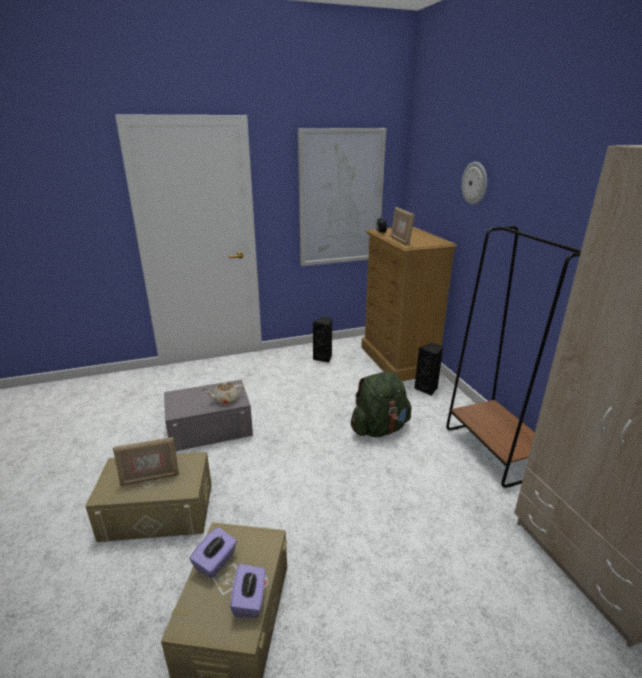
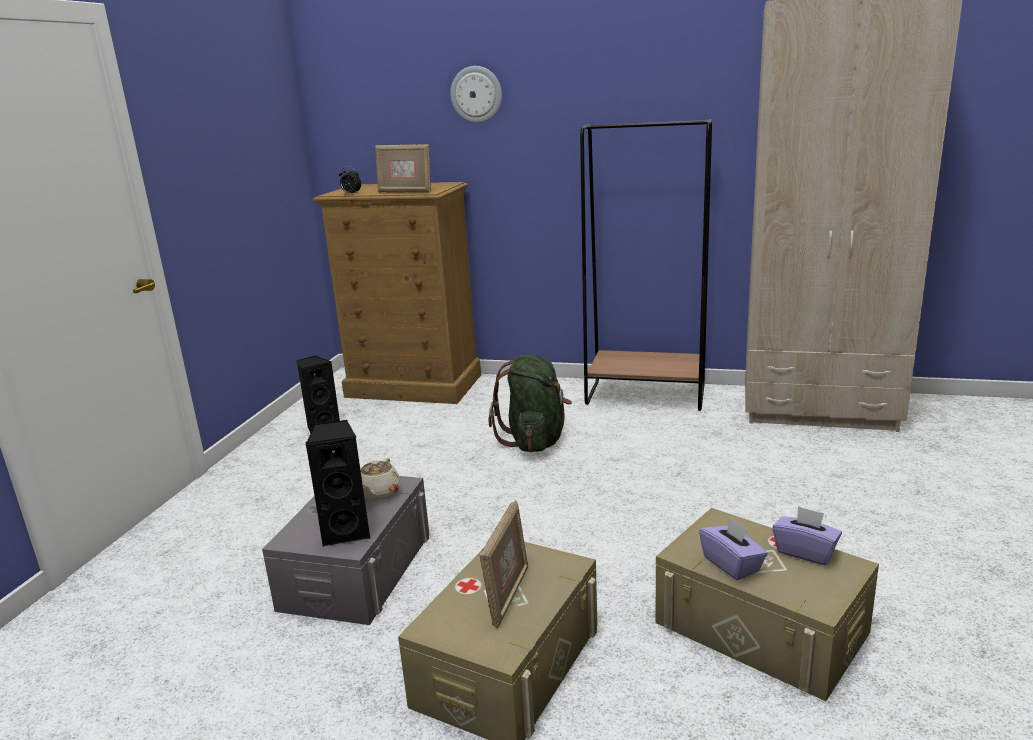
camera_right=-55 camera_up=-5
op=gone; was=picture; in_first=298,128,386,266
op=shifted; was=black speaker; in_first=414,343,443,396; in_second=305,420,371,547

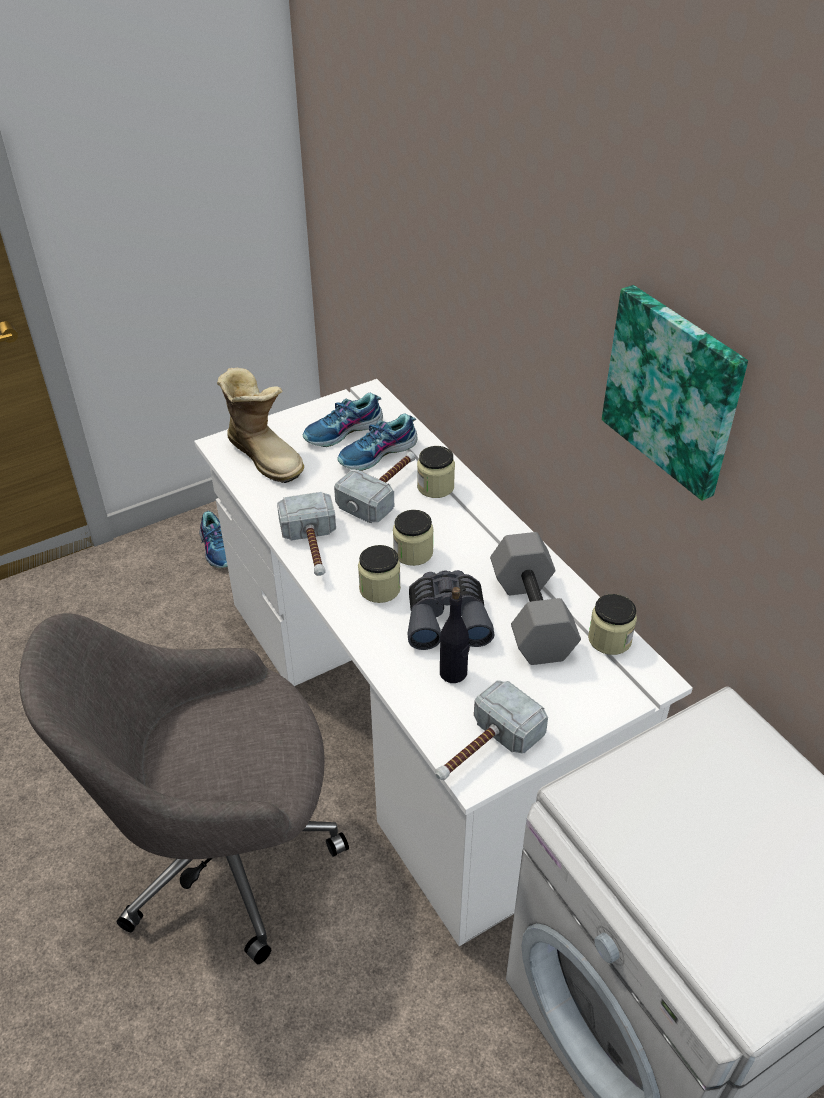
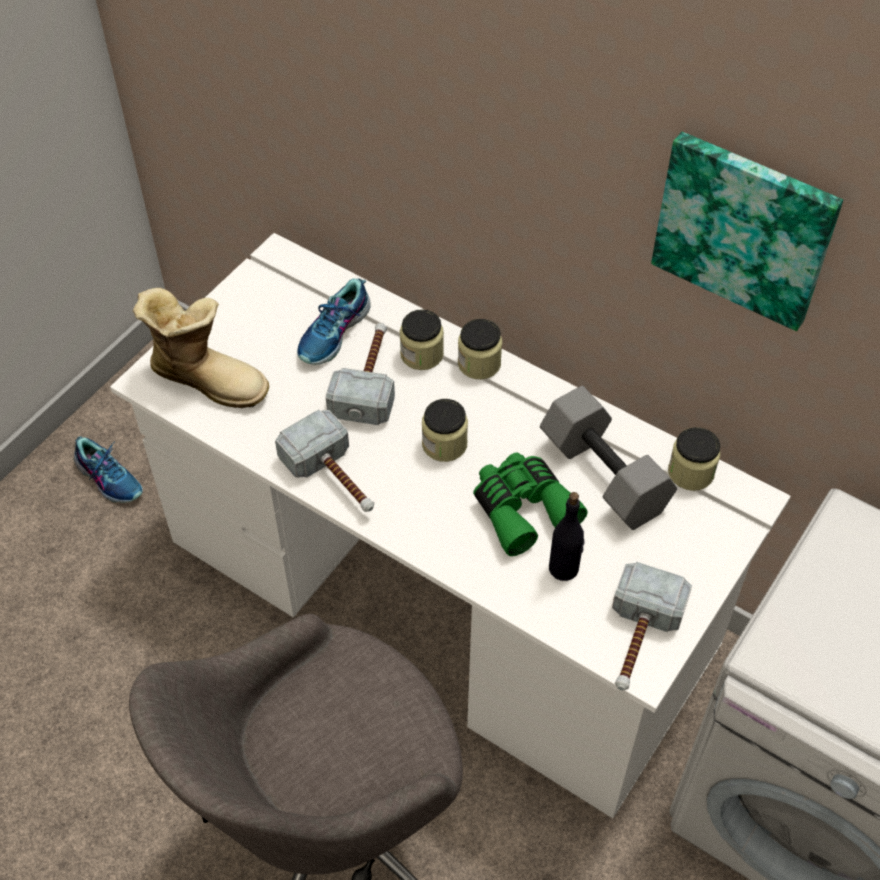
camera_right=-25 camera_up=10
op=gone; was=shoe; in_first=303,393,383,447
op=shifted; was=jar; in_first=358,545,401,603; in_second=458,319,502,379
op=repainted; was=grey binoculars; now=green binoculars; in_first=407,570,494,650; in_second=473,452,588,556

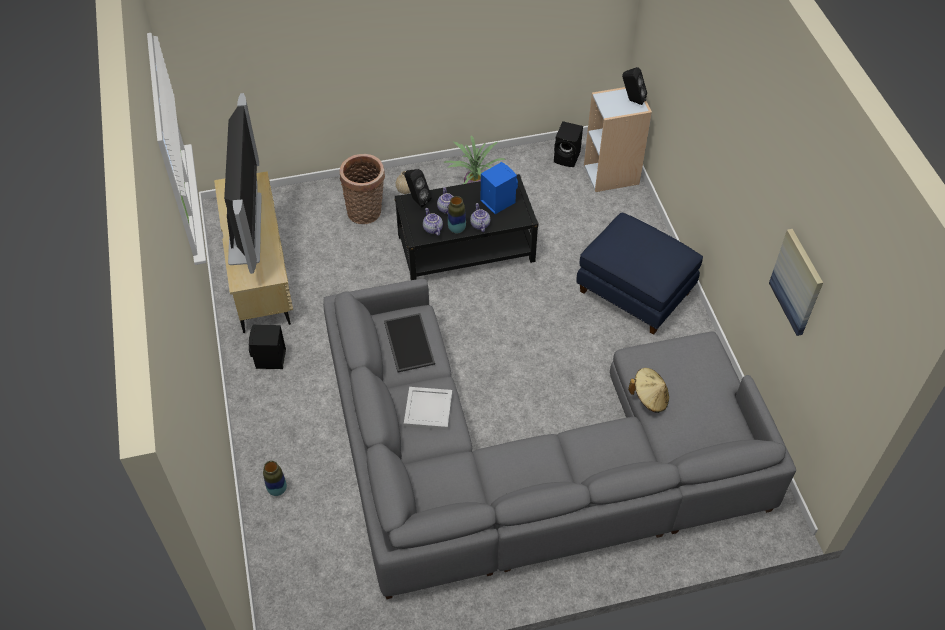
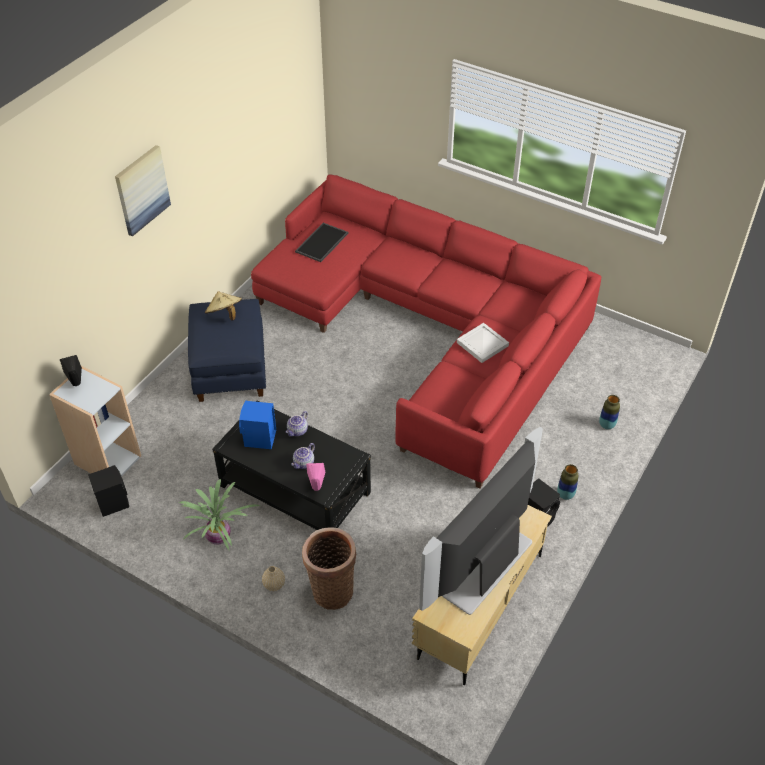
camera_right=-135 camera_up=-5
op=repainted; was=black speaker; now=pink speaker; in_first=404,169,432,208; in_second=306,463,325,491
op=shifted; was=vase; in_first=448,196,466,233; in_second=557,464,578,500
op=gone; was=teapot; in_first=423,208,443,236
op=shifted; was=picture; in_first=769,229,823,336; in_second=115,145,171,237
op=repainted; was=grey sofa; now=red sofa; in_first=323,279,796,599; in_second=251,174,601,488
op=shifted; was=tray; in_first=384,313,435,373; in_second=295,223,349,262
op=shifted; was=beige hat; in_first=628,368,669,413; in_second=205,291,242,320

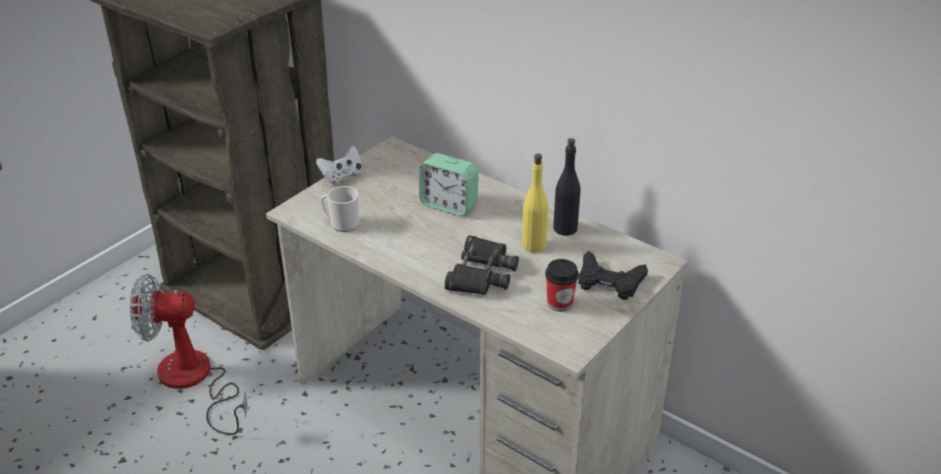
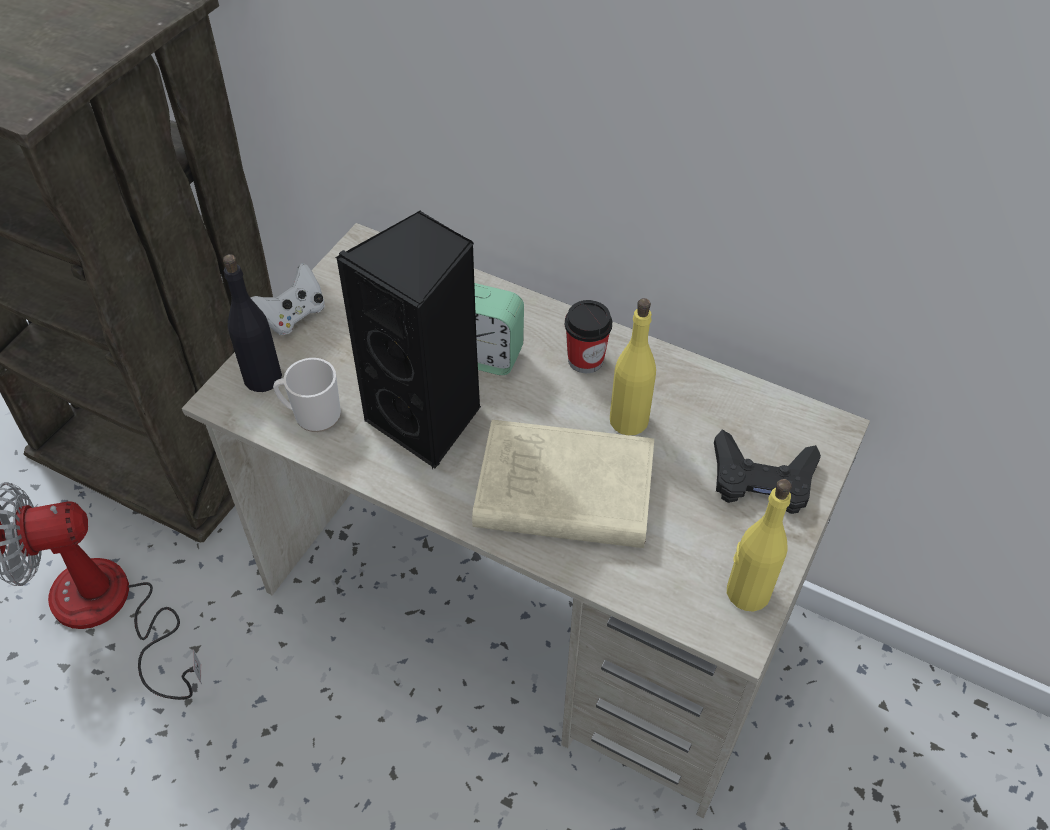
camera_right=-10 camera_up=15
op=shifted; was=black bottle; in_first=553,138,581,236; in_second=223,254,282,392
op=swapped; was=black binoculars; now=beige book; in_first=444,235,519,295; in_second=472,420,654,548
op=shifted; was=cup; in_first=545,259,579,312; in_second=565,300,612,373
op=new; now=black speaker; in_second=335,210,481,469
op=new; now=yellow bottle; in_second=727,479,792,612

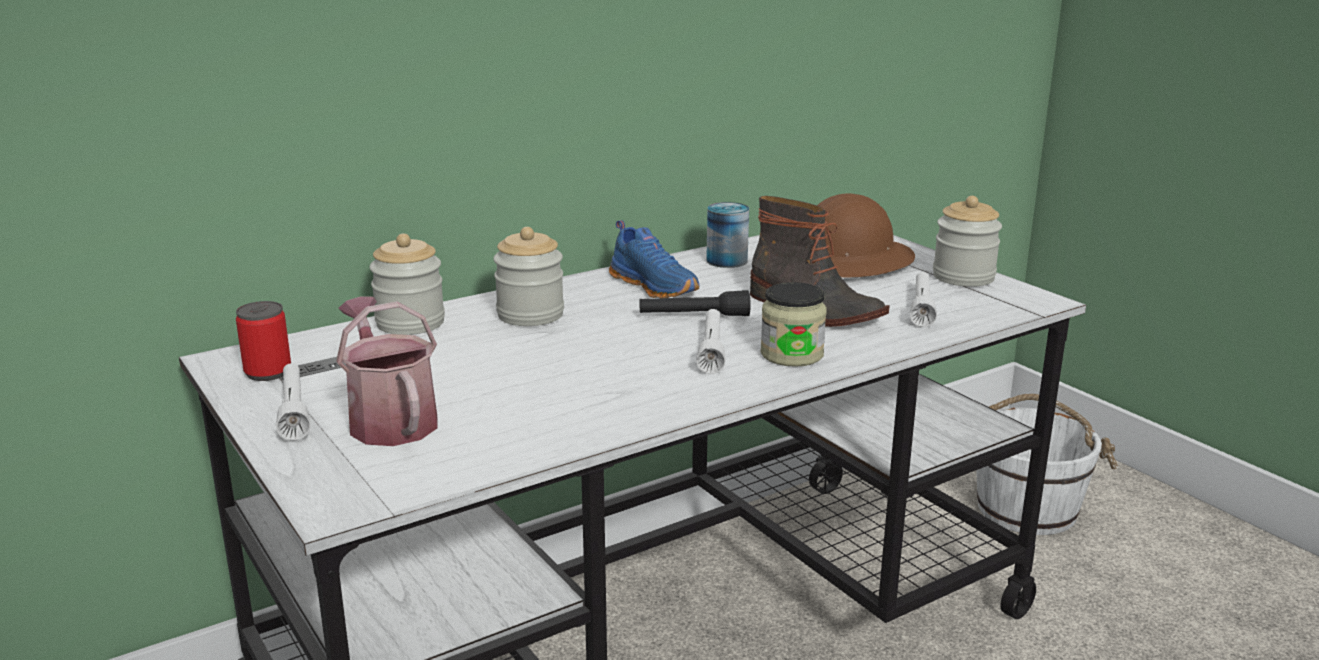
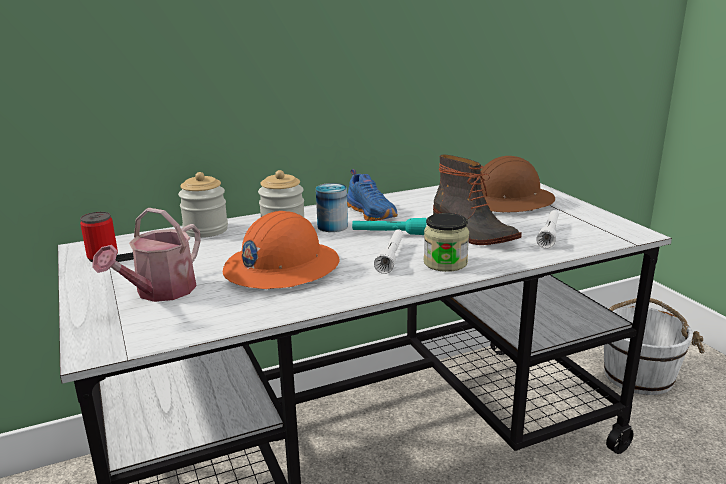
camera_right=10 camera_up=0
op=gone; was=jar; in_first=933,196,1002,287
op=shifted; was=can; in_first=706,202,749,268; in_second=316,183,348,232
op=repainted; was=black flashlight; now=turquoise flashlight; in_first=639,290,751,316; in_second=352,218,426,235
op=rotated; was=watering can; in_first=336,297,437,446; in_second=92,208,201,302; clockwise=-135
op=gone; was=white flashlight; in_first=276,363,311,441
op=new; now=orange hard hat; in_second=223,211,339,289

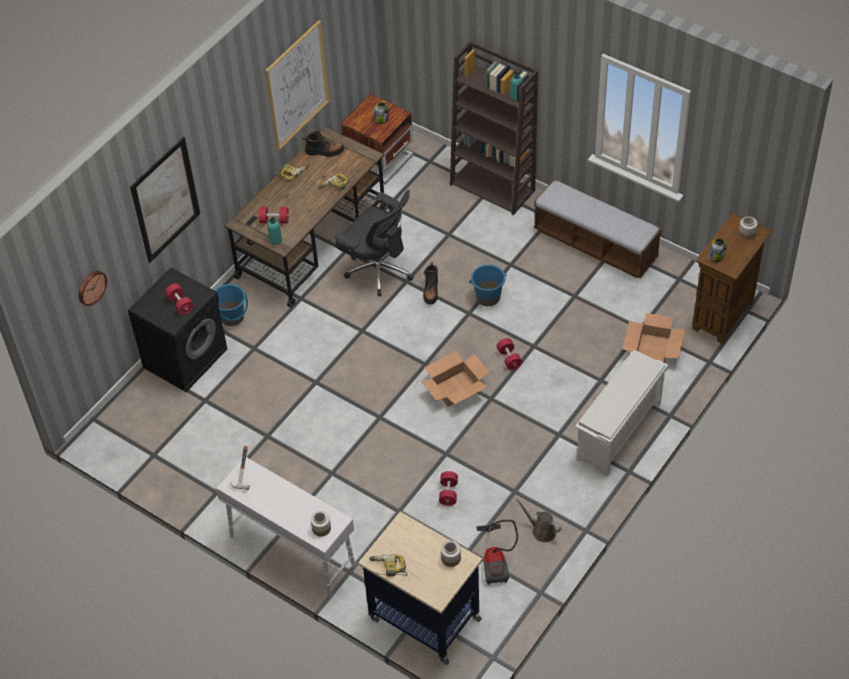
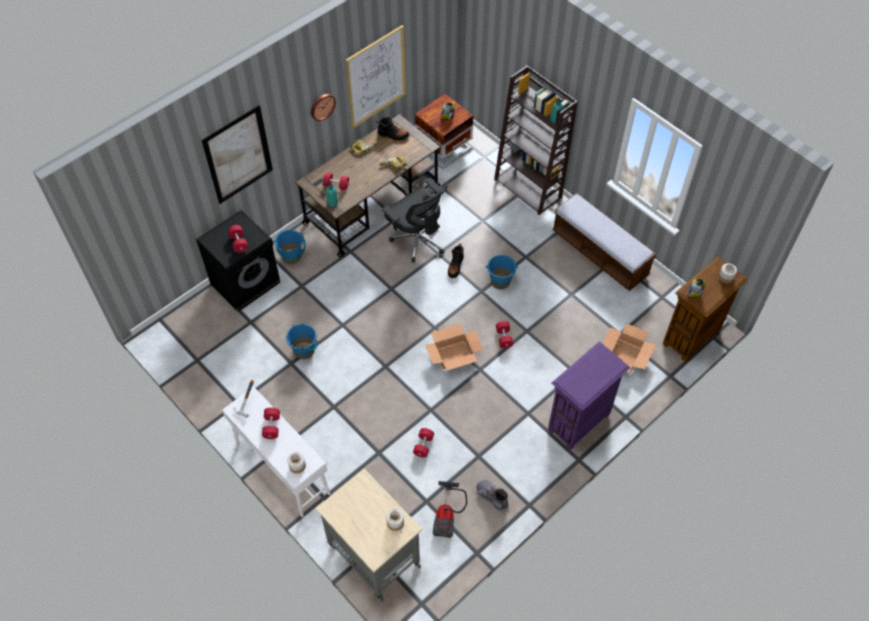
camera_right=10 camera_up=5
op=shifted; was=wall clock; in_first=78,271,107,306; in_second=311,94,336,121
op=swapped; was=white shoe rack; now=purple cabinet; in_first=575,350,668,477; in_second=548,341,631,450
op=swapped; was=brown watering can; now=grey boot; in_first=516,498,561,542; in_second=476,480,509,512
op=repainted; was=blue cart; now=grey cart; in_first=358,512,482,665; in_second=316,469,422,602
op=gone; was=power drill; in_first=369,554,407,577
op=new; now=blue bucket; in_second=286,324,318,359
op=new; now=red dumbbell; in_second=262,407,280,439

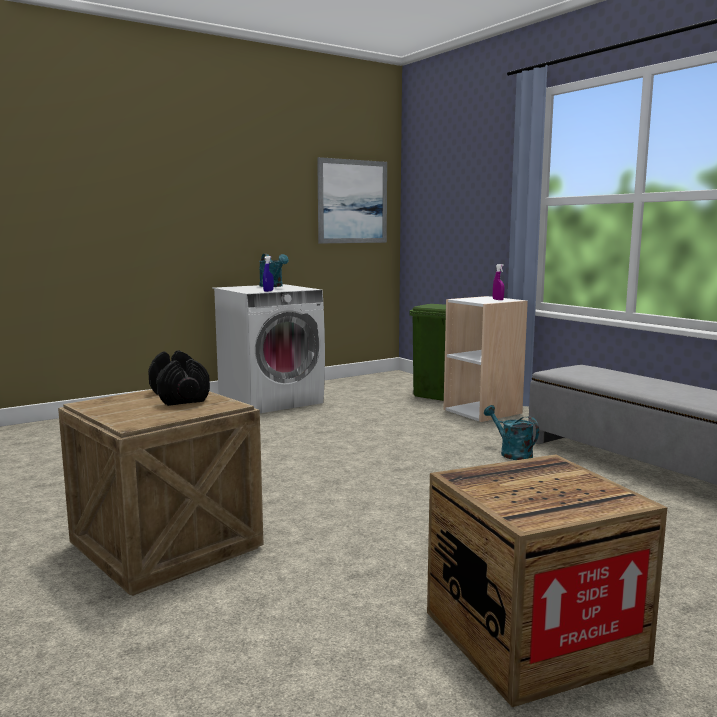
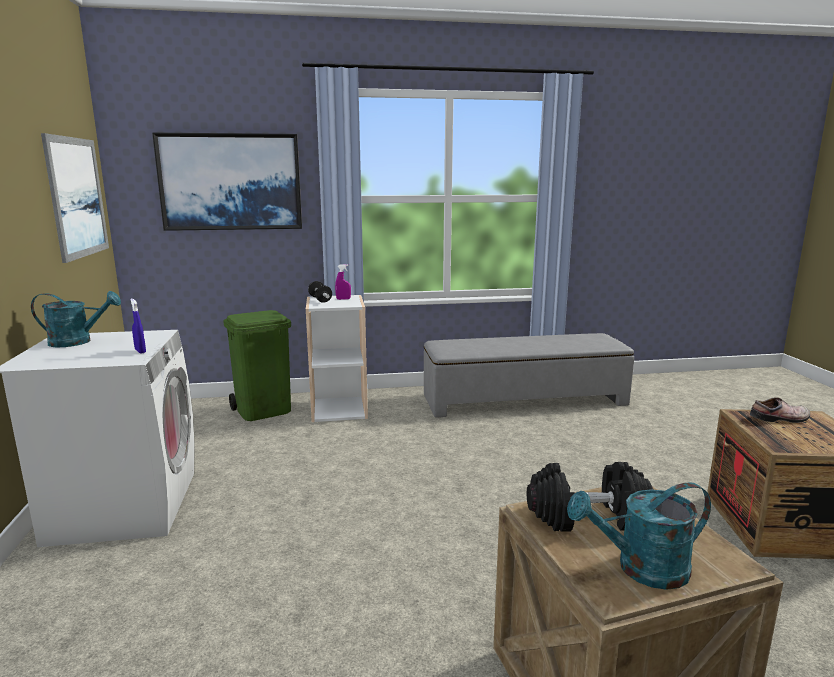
camera_right=-65 camera_up=5
op=shifted; was=turquoise watering can; in_first=484,405,539,460; in_second=567,482,711,590
op=new; now=picture; in_second=152,132,302,231
op=new; now=dumbbell; in_second=308,281,332,303
op=new; now=shoe; in_second=750,397,810,423

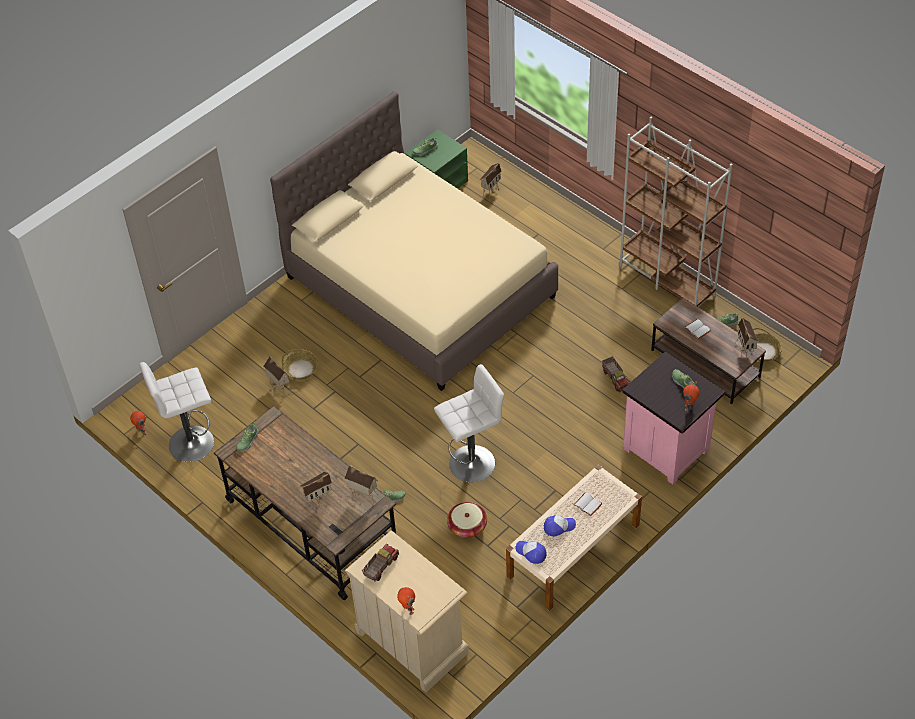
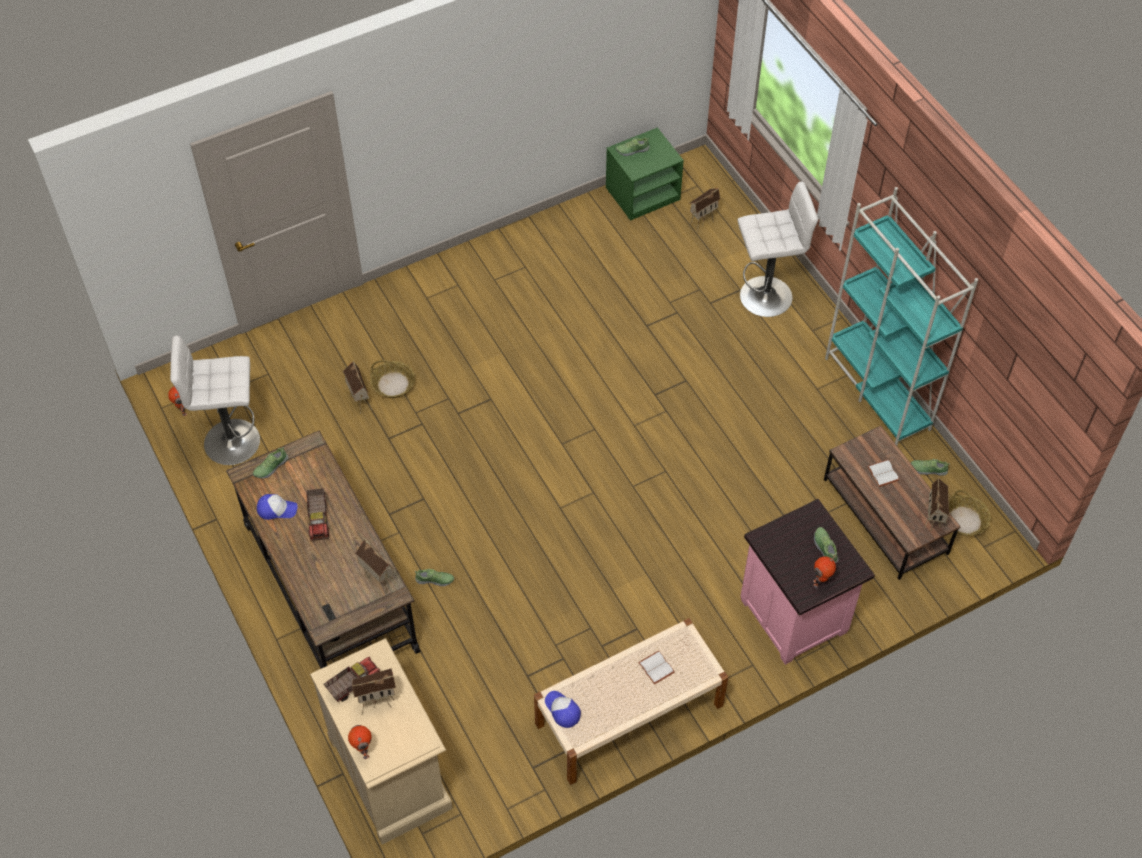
camera_right=15 camera_up=5
op=gone; was=beige bed; in_first=270,91,558,391
op=repainted; was=brown bookcase; now=turquoise bookcase; in_first=620,117,733,307; in_second=825,187,978,445
op=shifted; was=toy truck; in_first=602,356,629,392; in_second=306,488,329,541
op=shifted; was=white stool; in_first=434,364,504,482; in_second=738,181,818,317
op=shifted; was=toy house; in_first=300,471,332,506; in_second=352,668,396,714
op=gone; was=basket; in_first=447,502,487,538
op=shifted; was=cap; in_first=544,515,576,536; in_second=257,494,298,520

